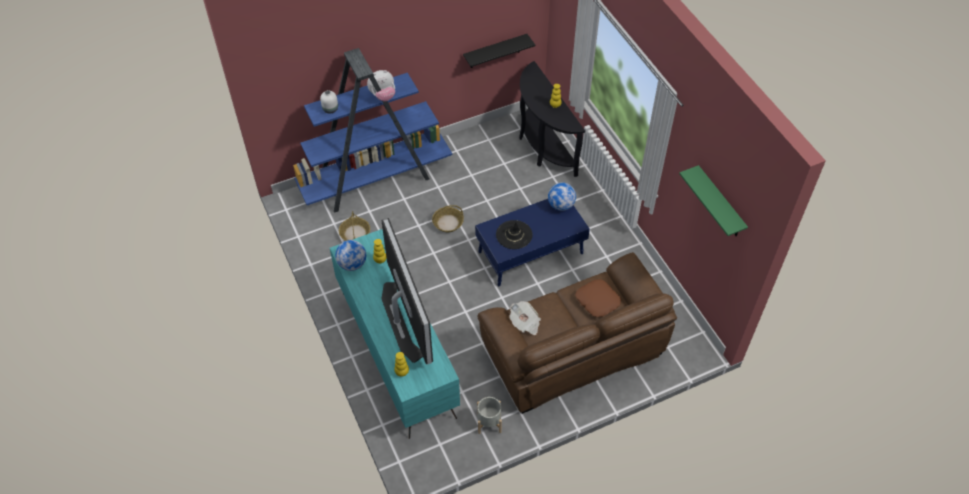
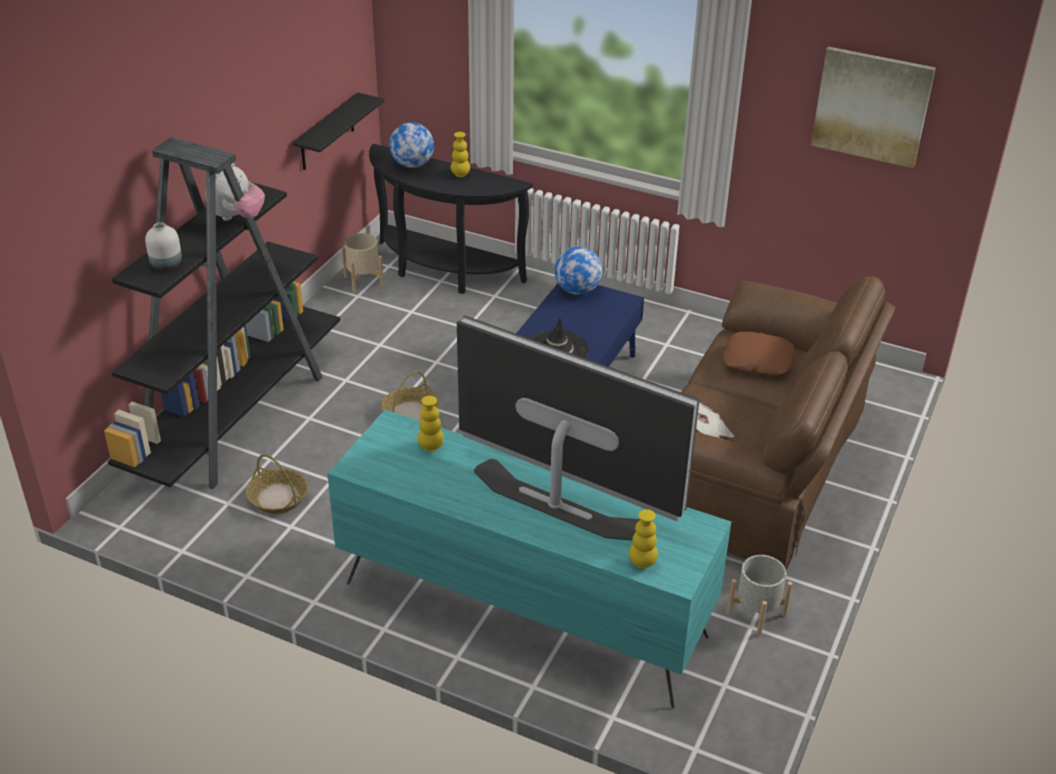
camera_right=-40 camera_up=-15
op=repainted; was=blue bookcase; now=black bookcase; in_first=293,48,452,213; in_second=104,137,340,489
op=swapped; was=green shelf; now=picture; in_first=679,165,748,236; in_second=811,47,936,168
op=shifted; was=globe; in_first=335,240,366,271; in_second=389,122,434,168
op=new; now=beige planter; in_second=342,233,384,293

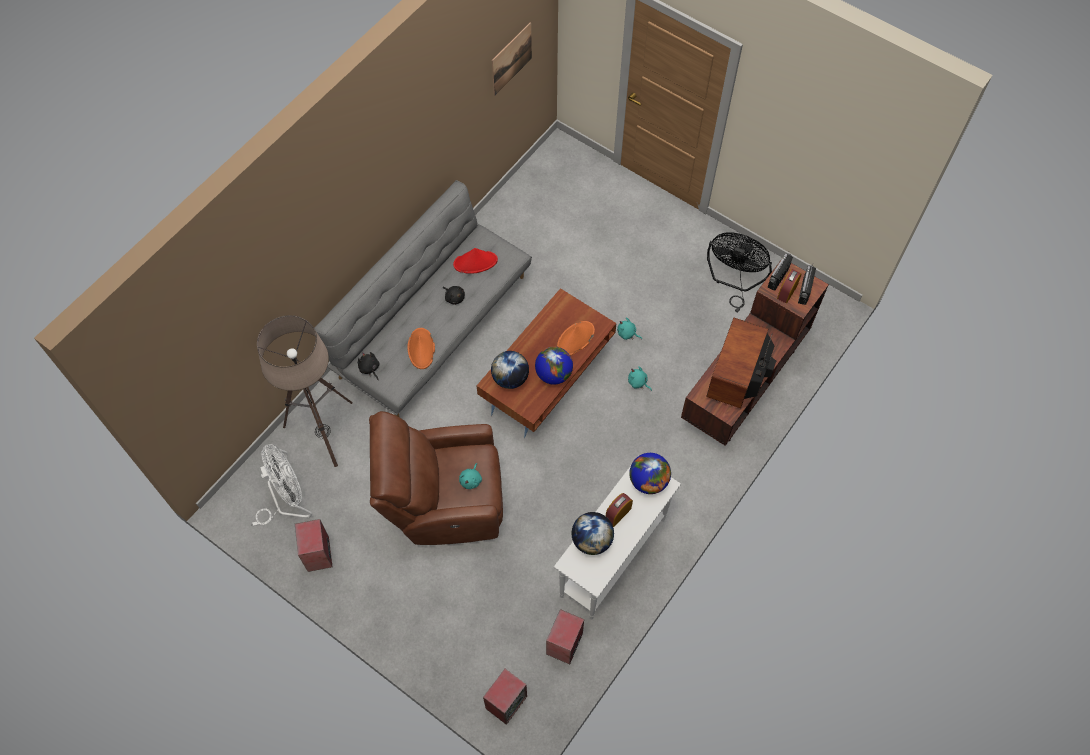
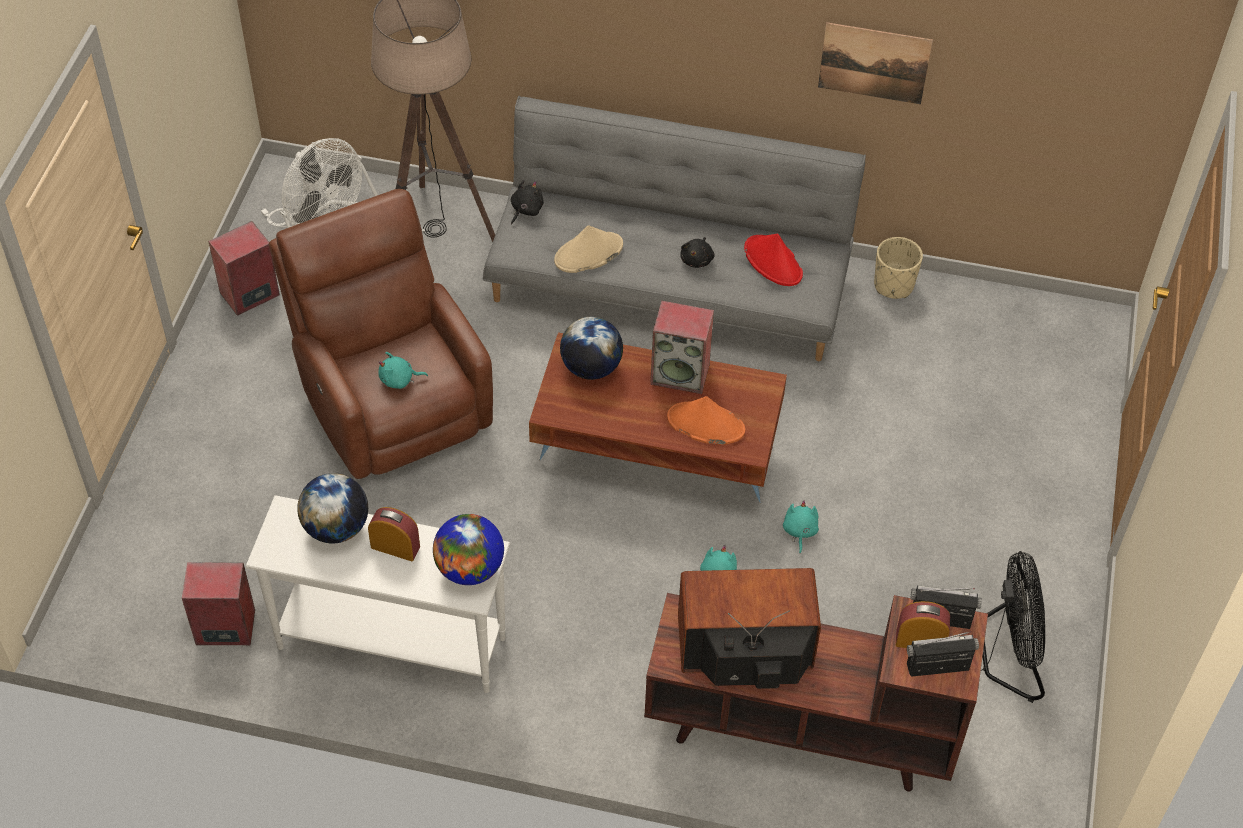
camera_right=65 camera_up=-10
op=shifted; was=picture; in_first=492,22,532,96; in_second=818,22,933,105
op=repainted; was=orange hat; now=beige hat; in_first=407,328,435,369; in_second=554,225,623,273
op=gone; was=globe; in_first=535,346,573,385
op=shifted; was=speaker; in_first=483,669,527,725; in_second=650,301,714,394
op=new; now=beige planter; in_second=874,237,923,299

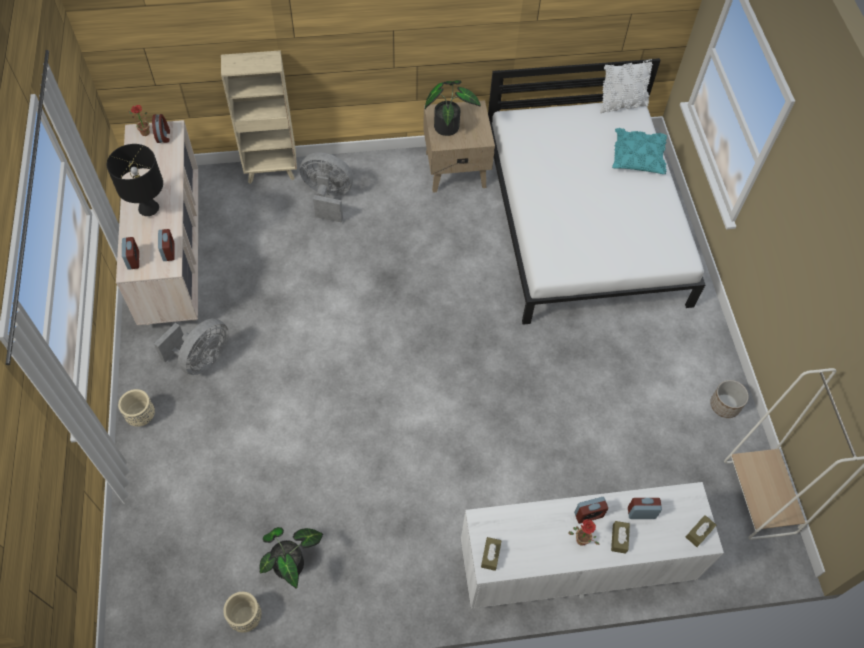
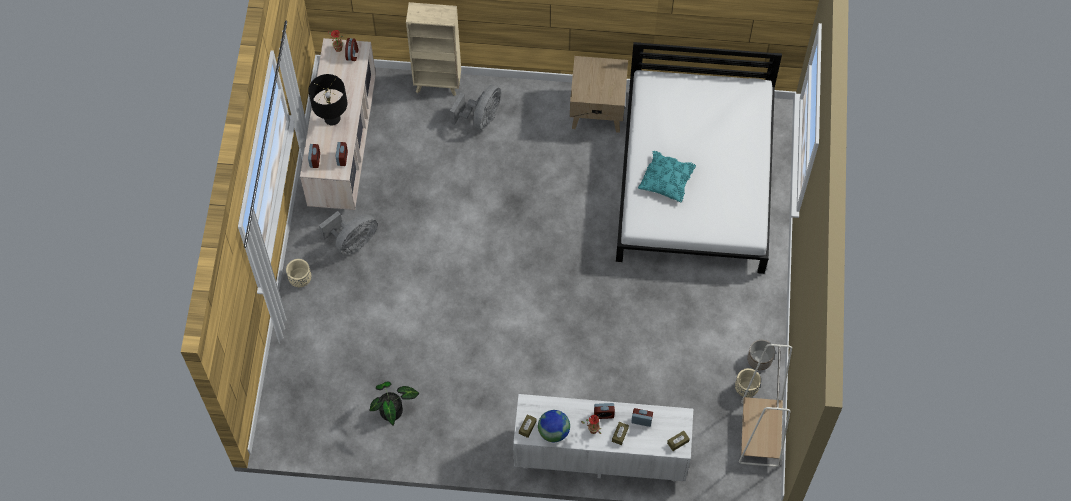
camera_right=15 camera_up=5
op=gone; was=white pillow; in_first=600,59,653,113
op=gone; was=potted plant; in_first=425,80,481,136
op=shifted; was=turquoise pillow; in_first=612,128,667,174; in_second=638,151,696,202
op=rotated; was=grey fan; in_first=300,153,353,223; in_second=450,85,501,130; clockwise=90
op=shifted; was=beige planter; in_first=223,592,262,633; in_second=735,368,761,398
op=new; now=globe; in_second=538,410,570,442

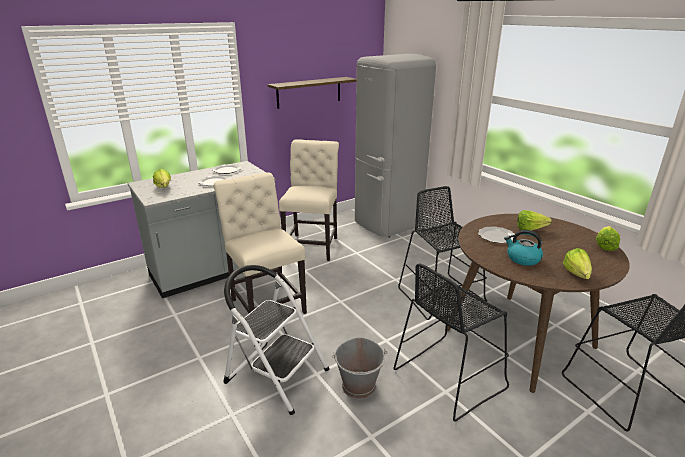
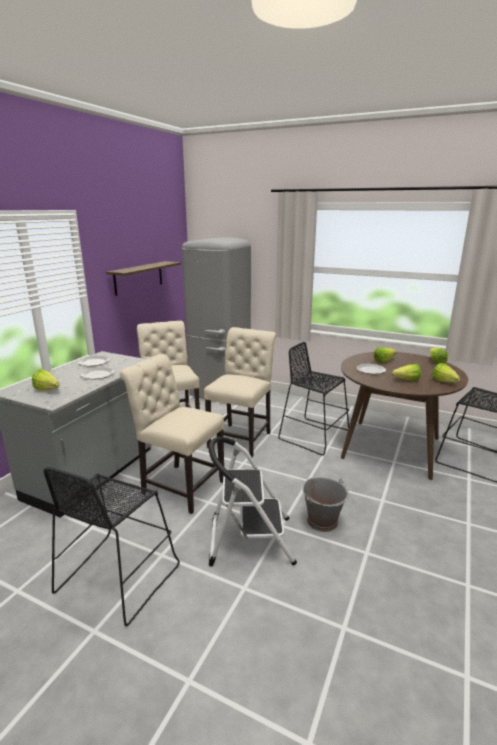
camera_right=-30 camera_up=-5
op=swapped; was=kettle; now=lettuce; in_first=504,230,543,266; in_second=392,364,421,381
op=shifted; was=black stool; in_first=393,264,509,421; in_second=43,467,180,626
op=new; now=beige chair; in_second=204,327,276,457

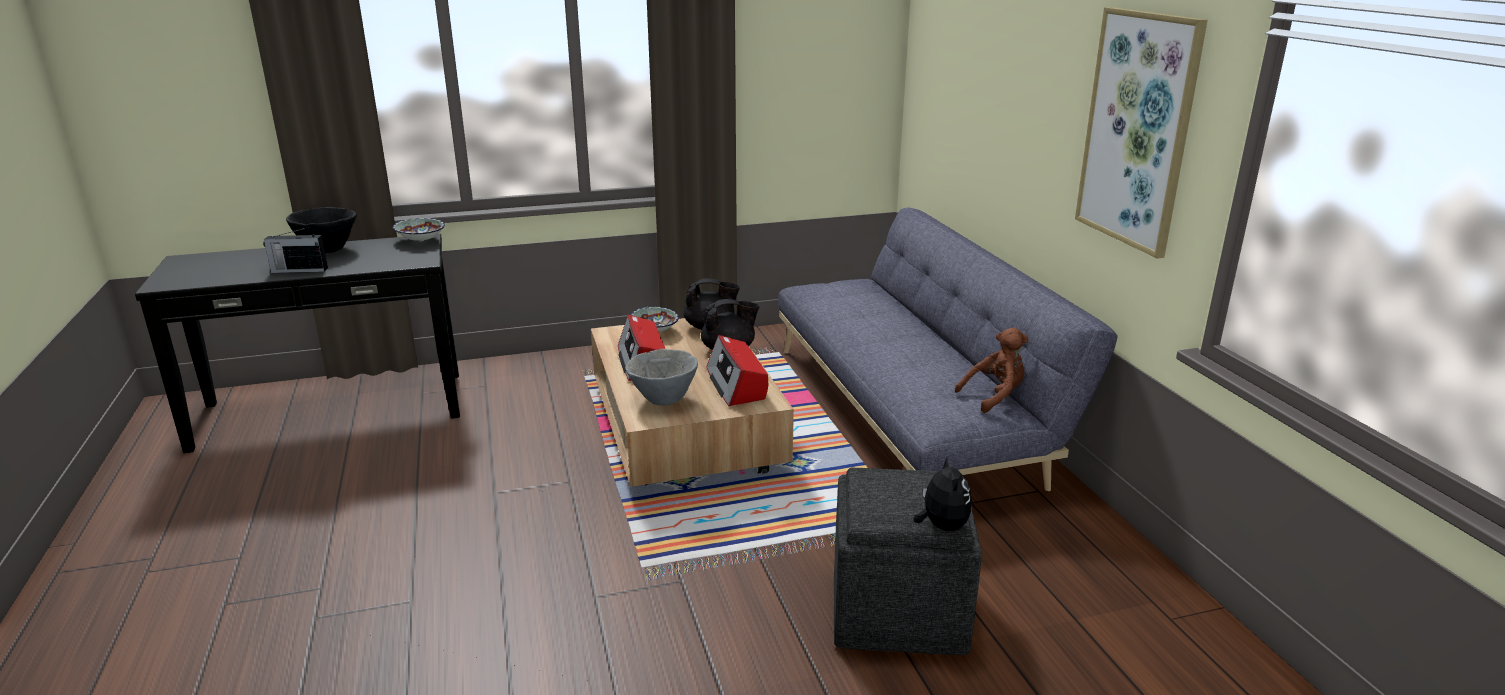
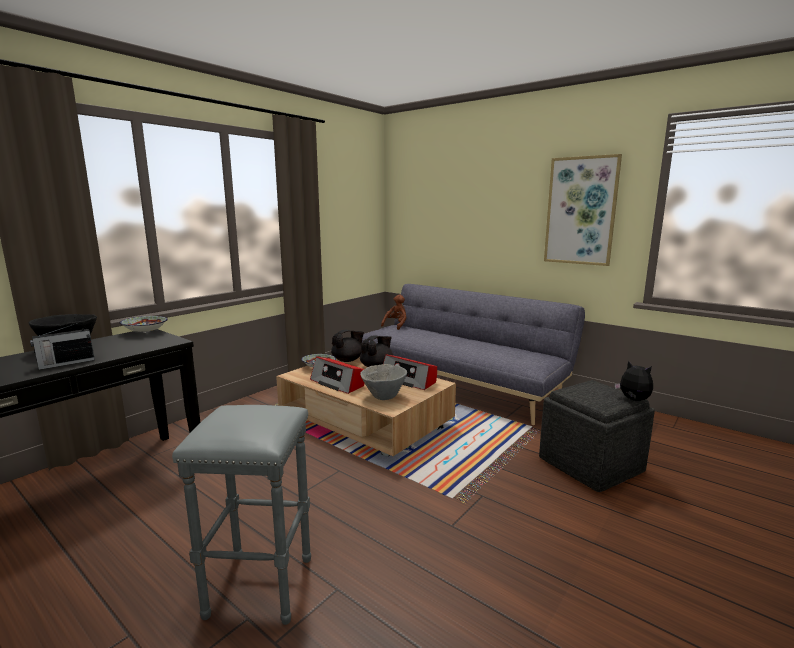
camera_right=-35 camera_up=-10
op=shifted; was=brown plush toy; in_first=955,328,1029,413; in_second=381,294,407,330
op=new; now=grey stool; in_second=172,405,311,625

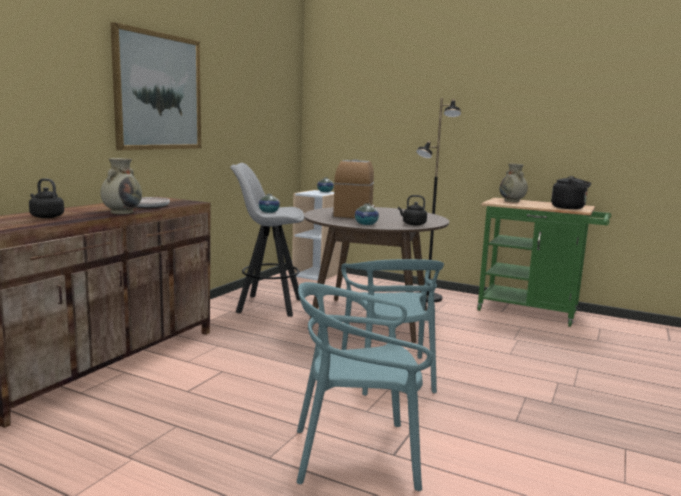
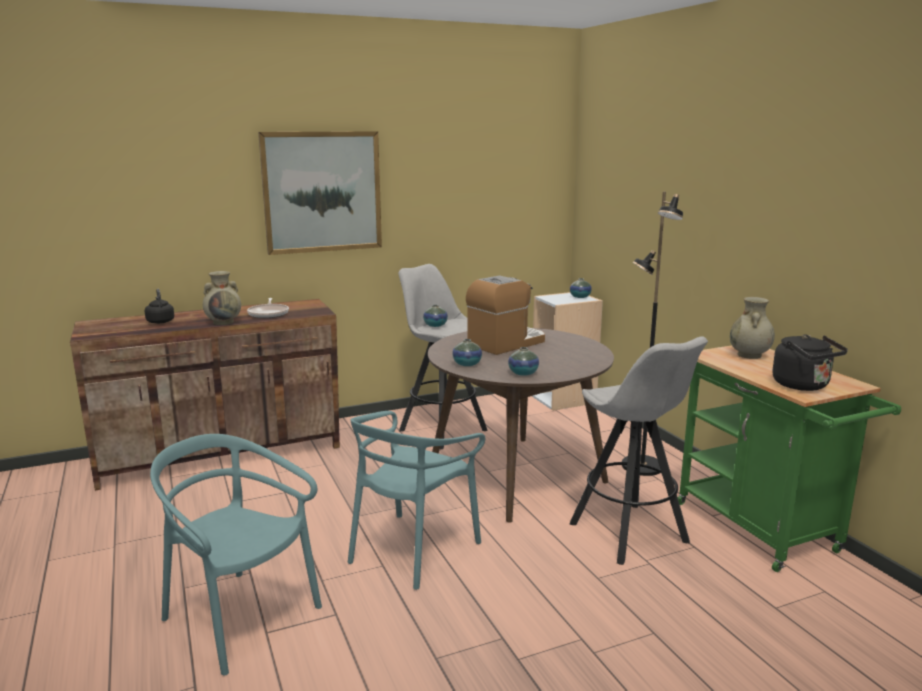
camera_right=40 camera_up=5
op=swapped; was=black kettle; now=vase; in_first=398,195,427,226; in_second=508,347,539,376
op=new; now=grey stool; in_second=570,336,708,565

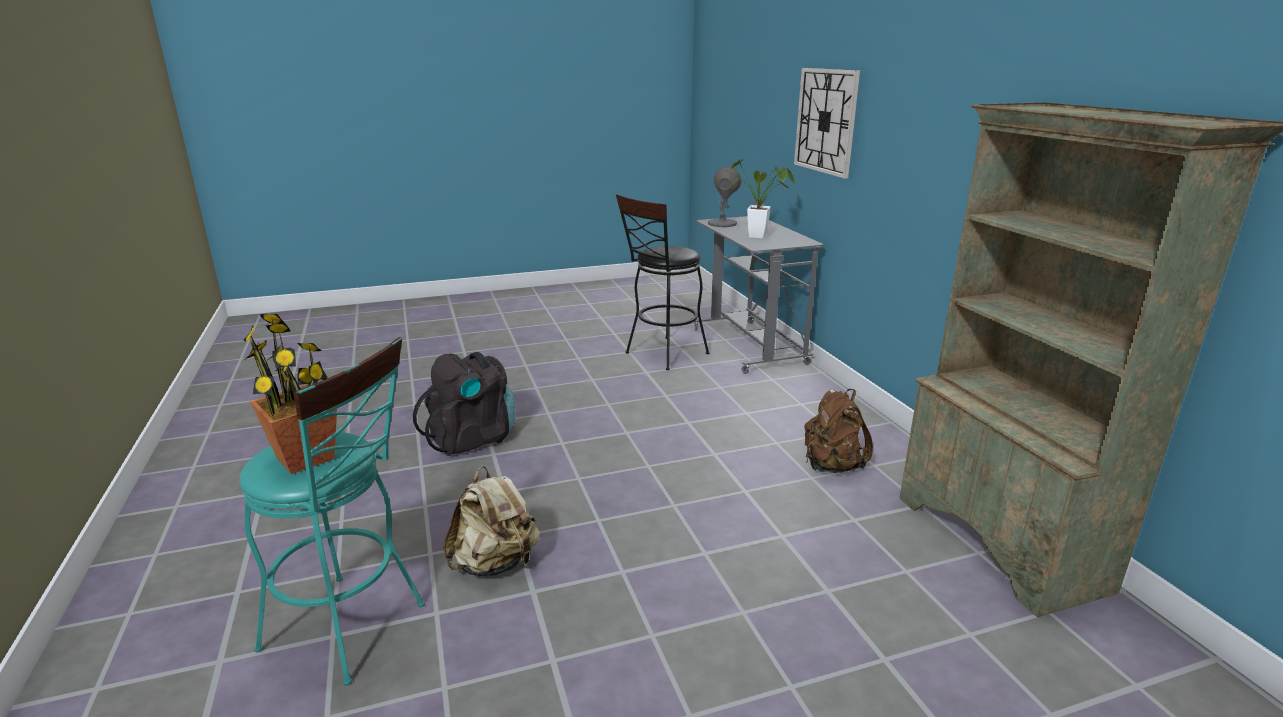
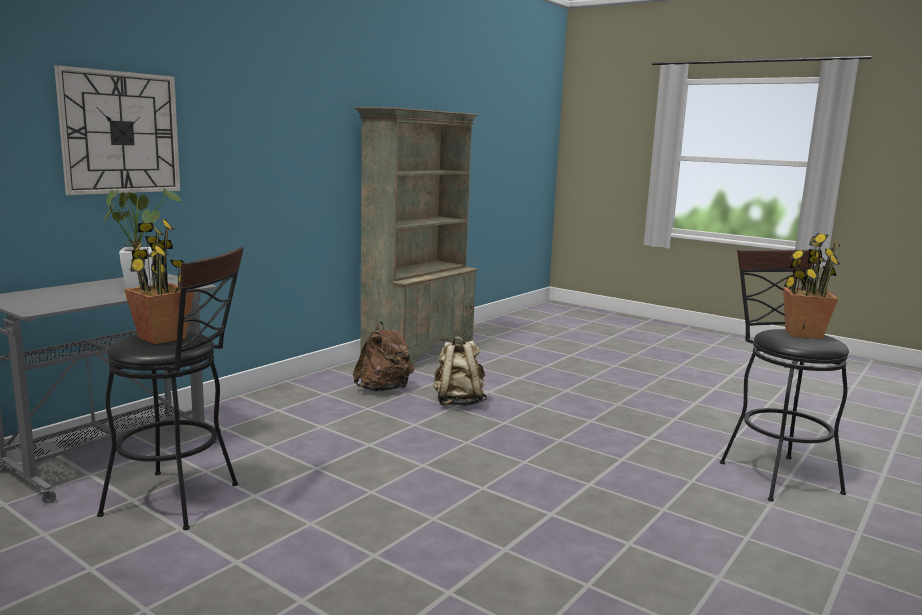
camera_right=-125 camera_up=-10
op=gone; was=grey table lamp; in_first=708,166,741,227
op=repainted; was=turquoise stool; now=black stool; in_first=239,337,425,686; in_second=720,250,849,502
op=gone; was=black backpack; in_first=413,352,516,456
op=shifted; was=beige backpack; in_first=443,466,540,576; in_second=433,336,487,406
op=new; now=potted plant; in_second=124,219,194,344

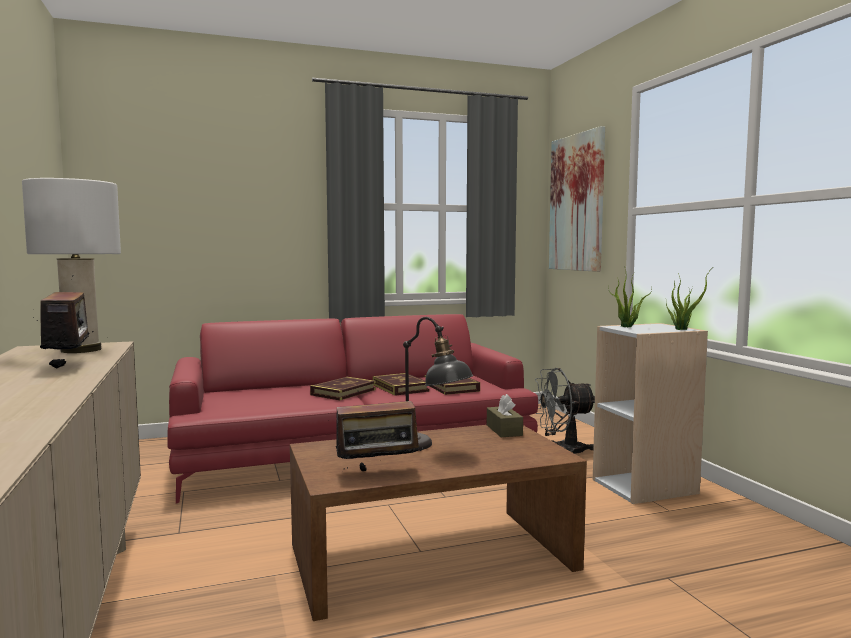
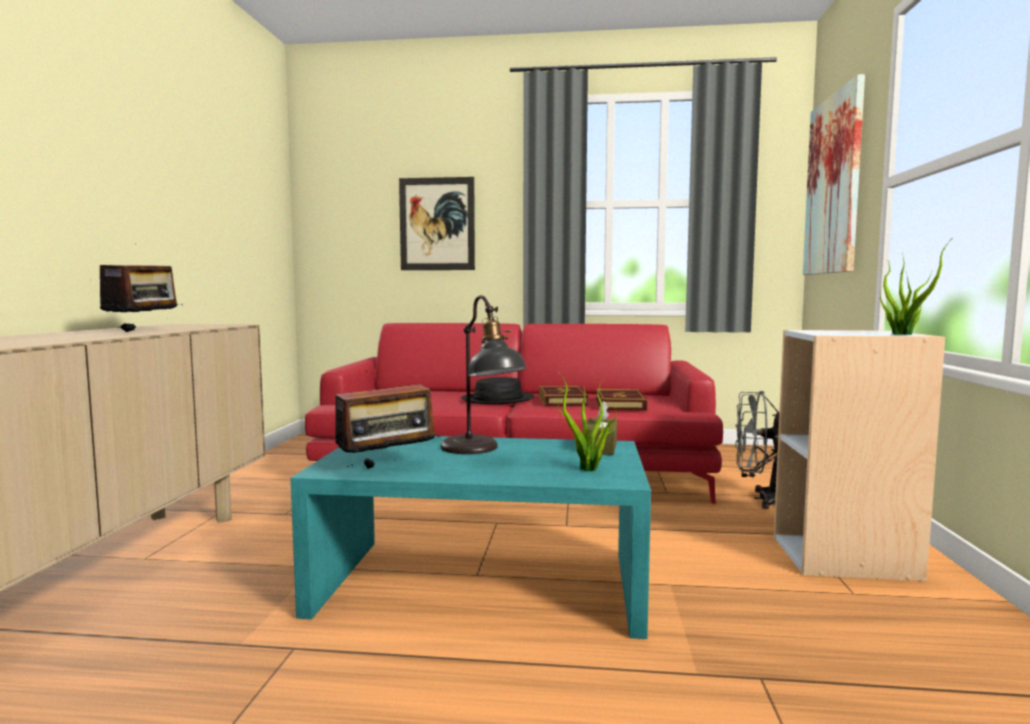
camera_right=25 camera_up=0
op=gone; was=white table lamp; in_first=22,178,121,353
op=shifted; was=potted plant; in_first=608,276,652,327; in_second=558,373,617,471
op=swapped; was=book; now=black hat; in_first=310,377,376,400; in_second=461,377,535,404
op=rotated; was=radio; in_first=336,387,423,471; in_second=325,371,439,468; clockwise=-45
op=repainted; was=brown coffee table; now=turquoise coffee table; in_first=290,425,587,621; in_second=291,436,651,639
op=new; now=picture; in_second=399,177,475,270

